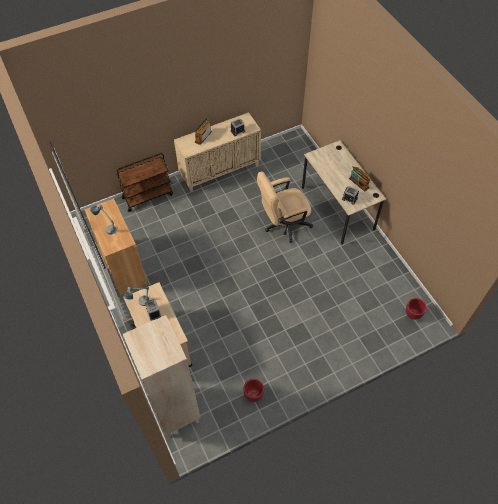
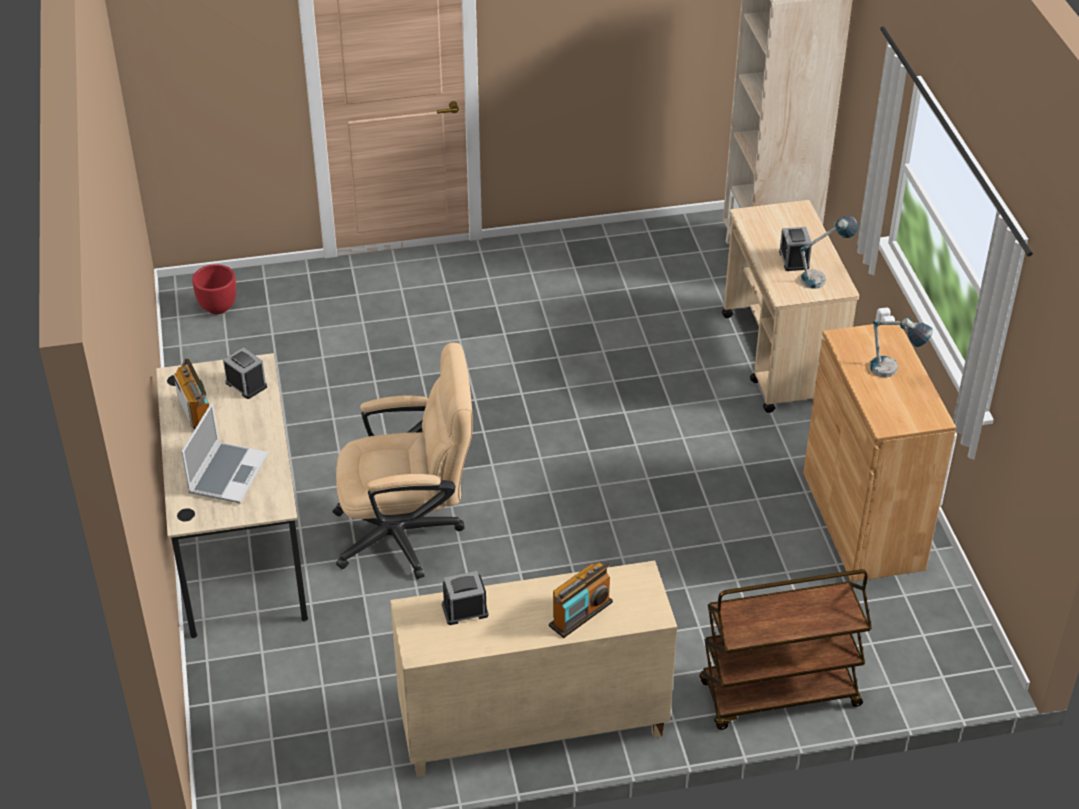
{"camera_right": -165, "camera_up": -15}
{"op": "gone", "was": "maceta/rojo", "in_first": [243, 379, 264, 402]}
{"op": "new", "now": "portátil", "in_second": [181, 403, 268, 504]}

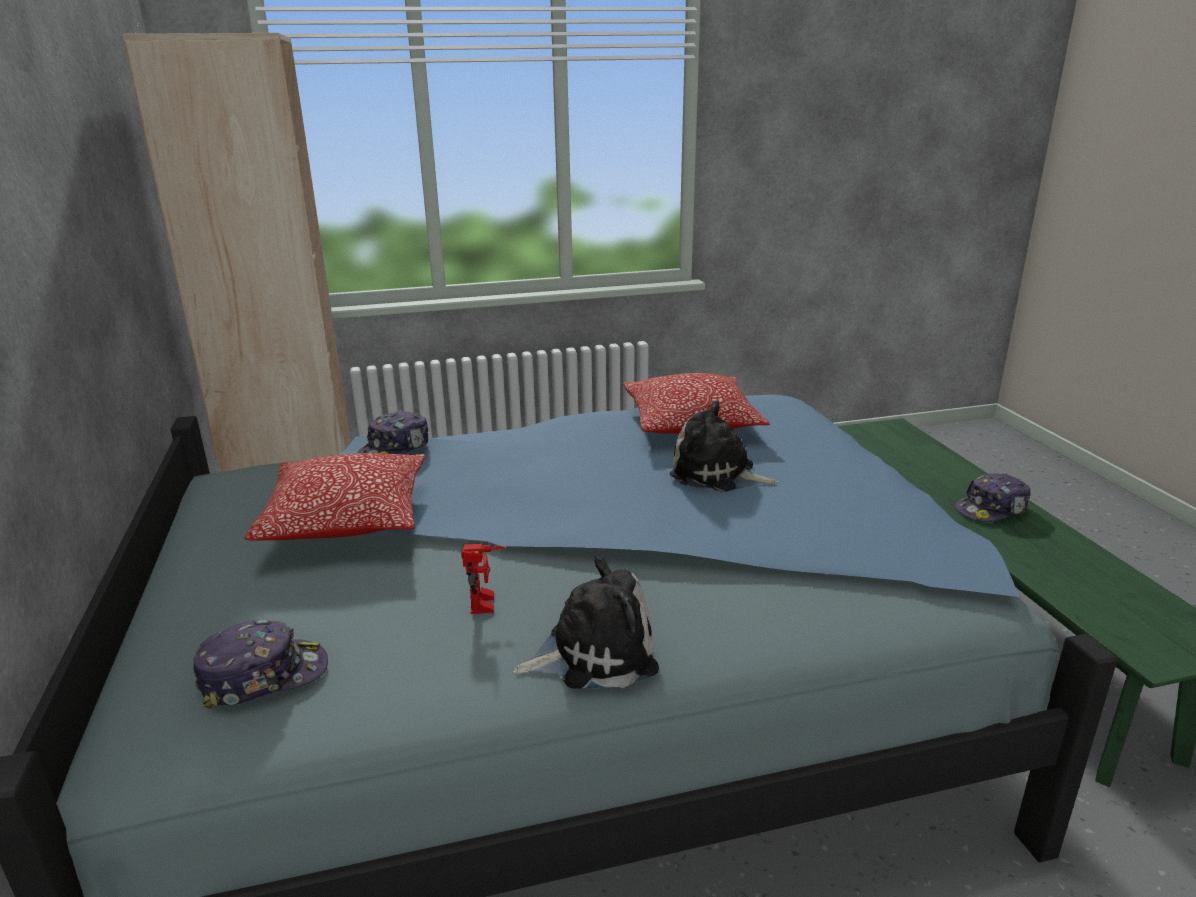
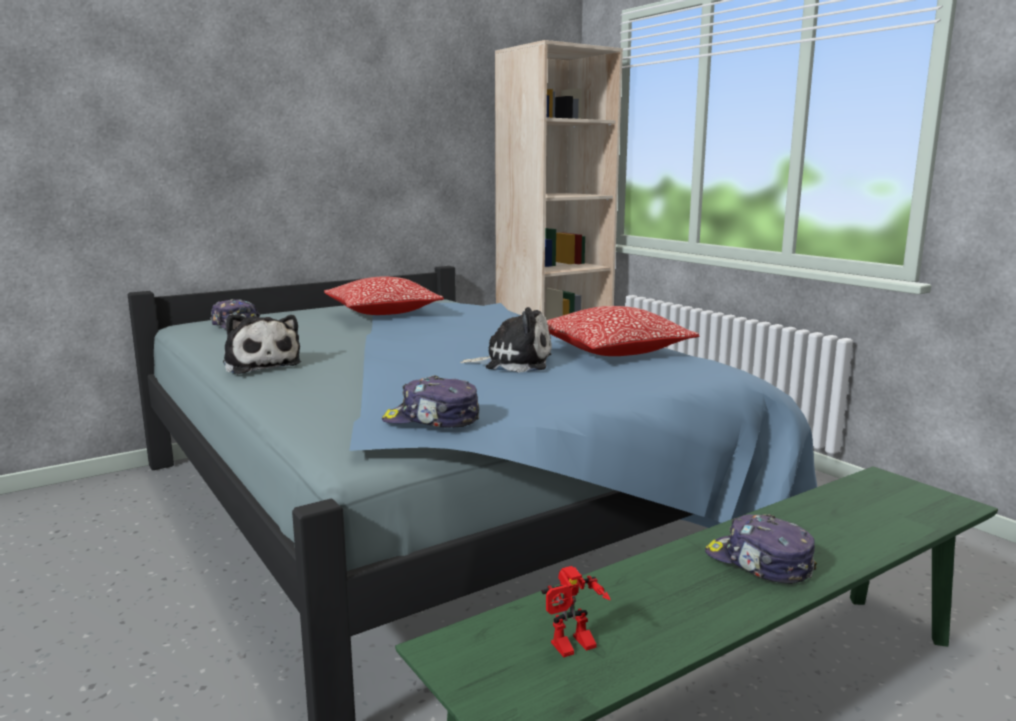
{"camera_right": 70, "camera_up": -10}
{"op": "rotated", "was": "peluche", "in_first": [670, 400, 779, 492], "in_second": [460, 307, 552, 373], "clockwise": 90}
{"op": "shifted", "was": "gorra", "in_first": [358, 410, 428, 455], "in_second": [382, 375, 479, 428]}
{"op": "shifted", "was": "robot de juguete", "in_first": [461, 544, 505, 614], "in_second": [542, 566, 611, 657]}

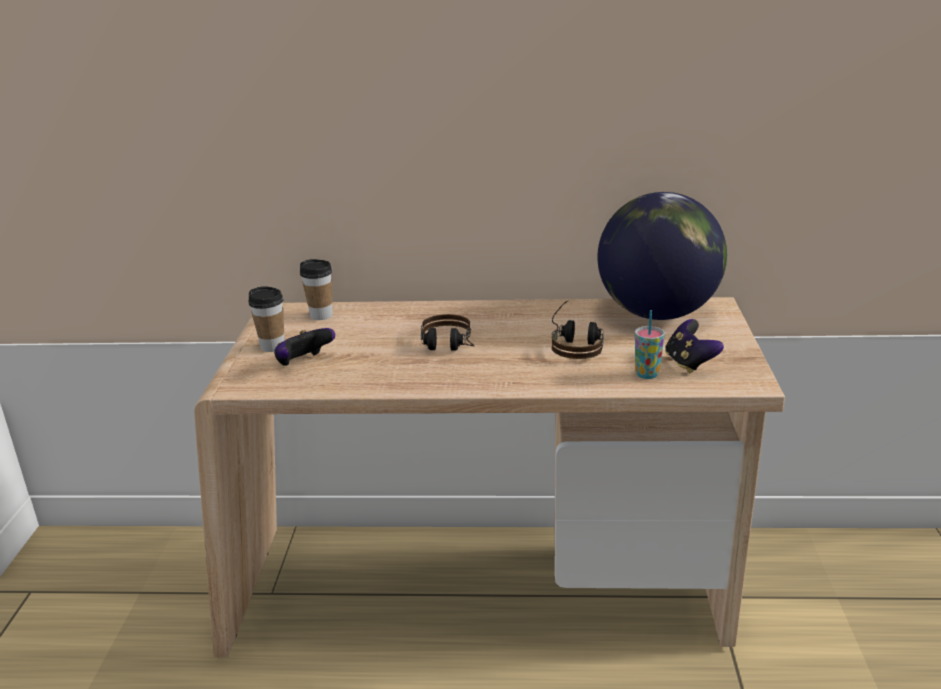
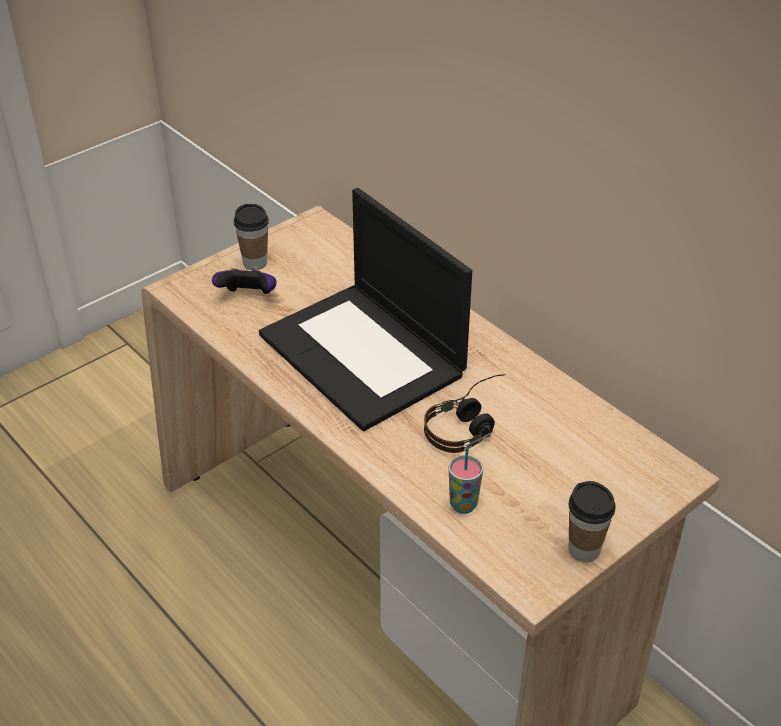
{"camera_right": 45, "camera_up": 15}
{"op": "gone", "was": "globo terráqueo", "in_first": [598, 192, 727, 320]}
{"op": "shifted", "was": "taza", "in_first": [300, 259, 332, 320], "in_second": [568, 481, 616, 562]}
{"op": "swapped", "was": "auriculares", "now": "portátil", "in_first": [421, 314, 474, 351], "in_second": [259, 188, 472, 431]}
{"op": "gone", "was": "mando de consola", "in_first": [665, 319, 724, 373]}

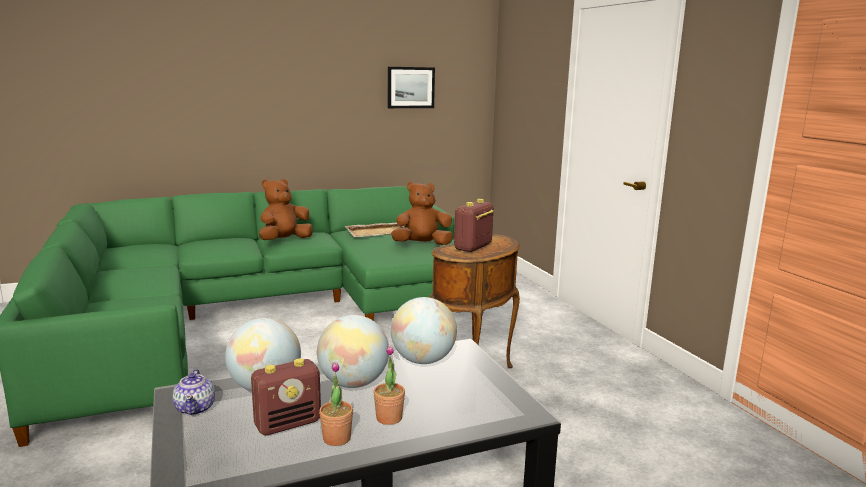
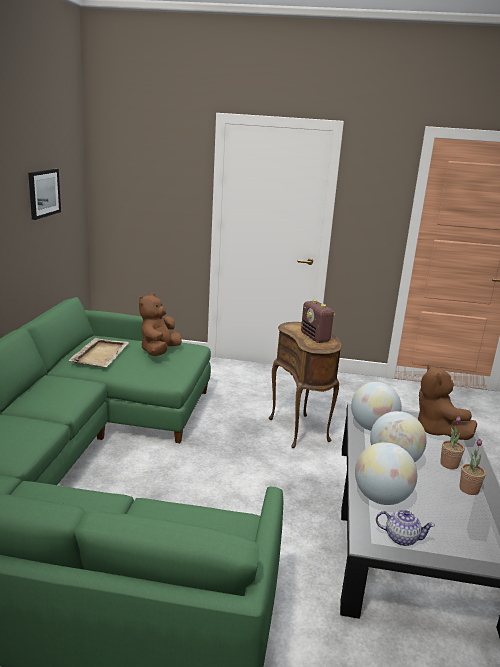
{"camera_right": -60, "camera_up": 5}
{"op": "shifted", "was": "peluche/marrón", "in_first": [259, 179, 313, 240], "in_second": [418, 364, 477, 440]}
{"op": "gone", "was": "radio", "in_first": [251, 358, 321, 435]}

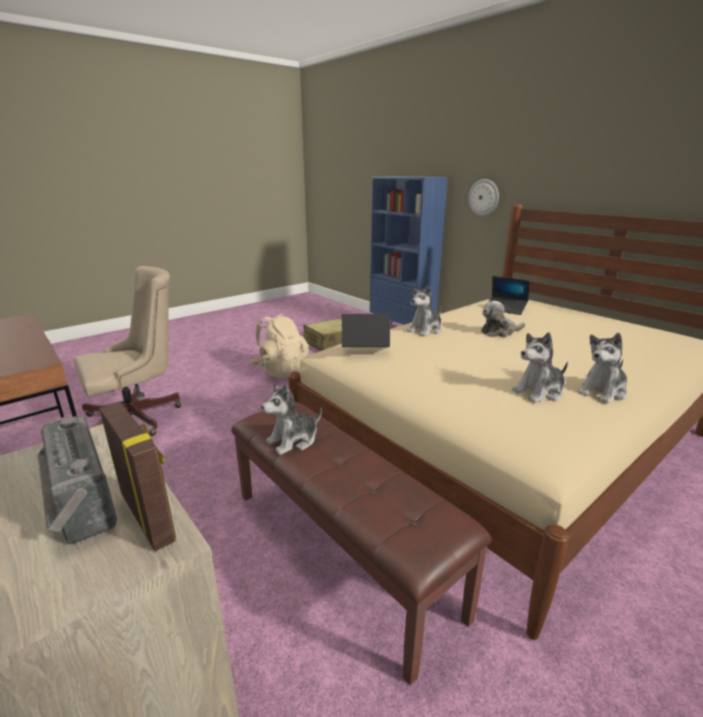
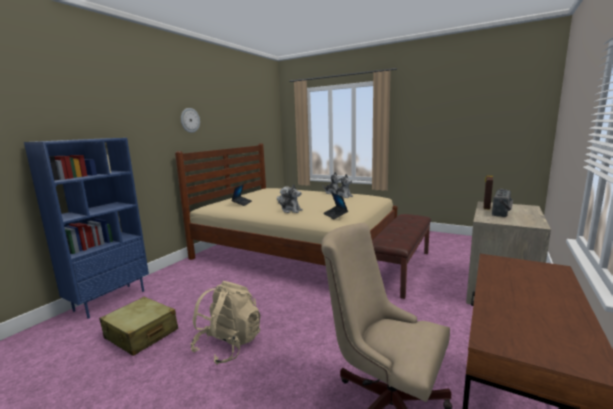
{"camera_right": -110, "camera_up": -10}
{"op": "shifted", "was": "reloj de pared", "in_first": [469, 179, 499, 216], "in_second": [181, 108, 200, 133]}
{"op": "gone", "was": "peluche", "in_first": [261, 384, 322, 455]}

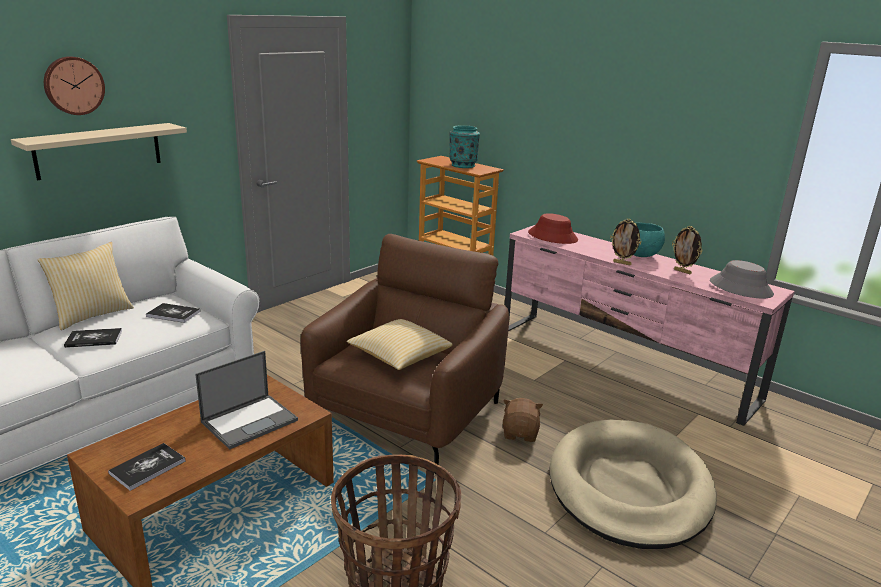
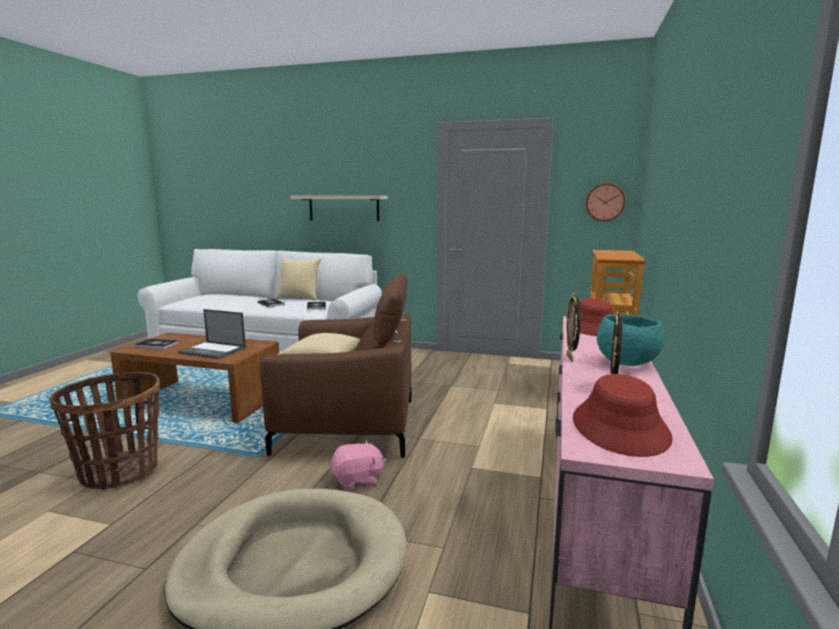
{"camera_right": 65, "camera_up": -10}
{"op": "shifted", "was": "reloj de pared", "in_first": [44, 56, 105, 115], "in_second": [586, 183, 625, 221]}
{"op": "gone", "was": "florero/turquesa", "in_first": [449, 126, 480, 168]}
{"op": "repainted", "was": "sombrero/gris", "now": "sombrero/rojo", "in_first": [710, 260, 774, 299], "in_second": [573, 374, 673, 457]}
{"op": "repainted", "was": "peluche/marrón", "now": "peluche/rosa", "in_first": [503, 398, 543, 442], "in_second": [331, 440, 386, 490]}

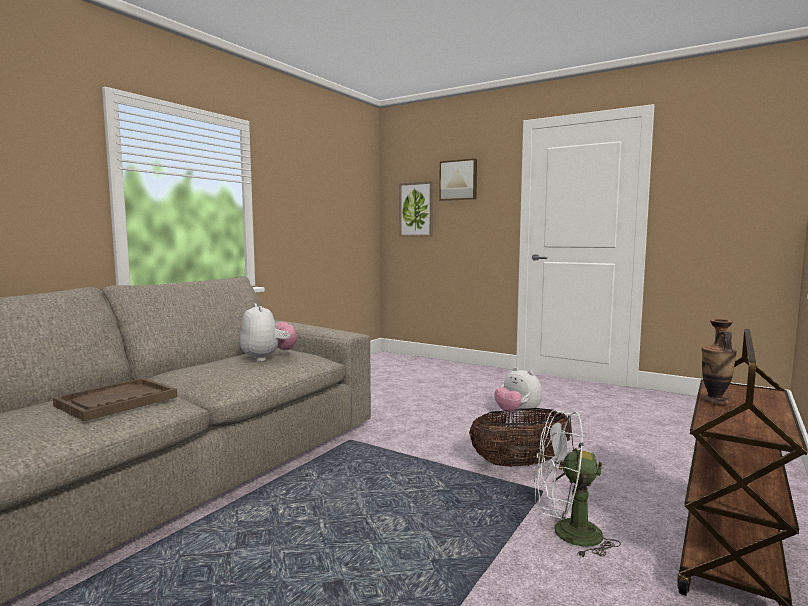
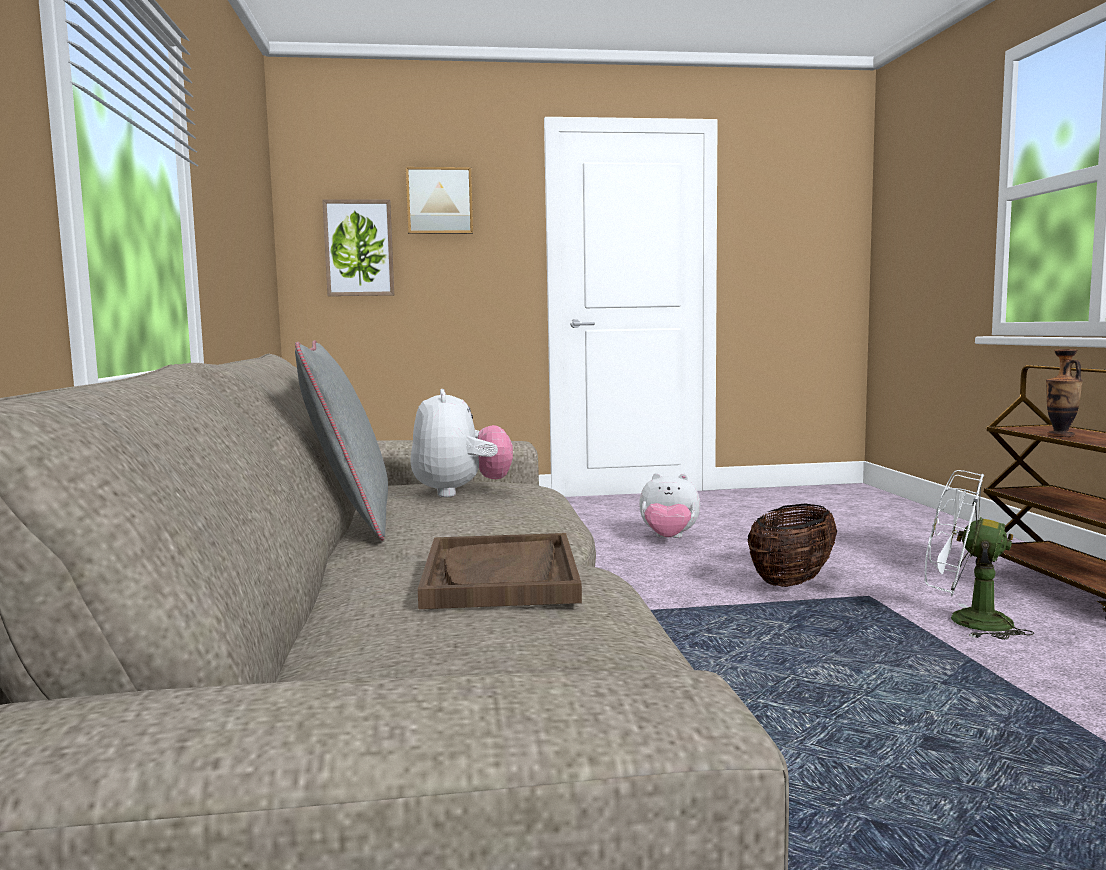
{"camera_right": -40, "camera_up": 0}
{"op": "rotated", "was": "peluche", "in_first": [240, 303, 297, 362], "in_second": [410, 389, 513, 497], "clockwise": 60}
{"op": "rotated", "was": "ventilador/blanco", "in_first": [534, 410, 621, 558], "in_second": [925, 470, 1034, 640], "clockwise": 60}
{"op": "new", "now": "cojín/gris", "in_second": [295, 340, 388, 541]}

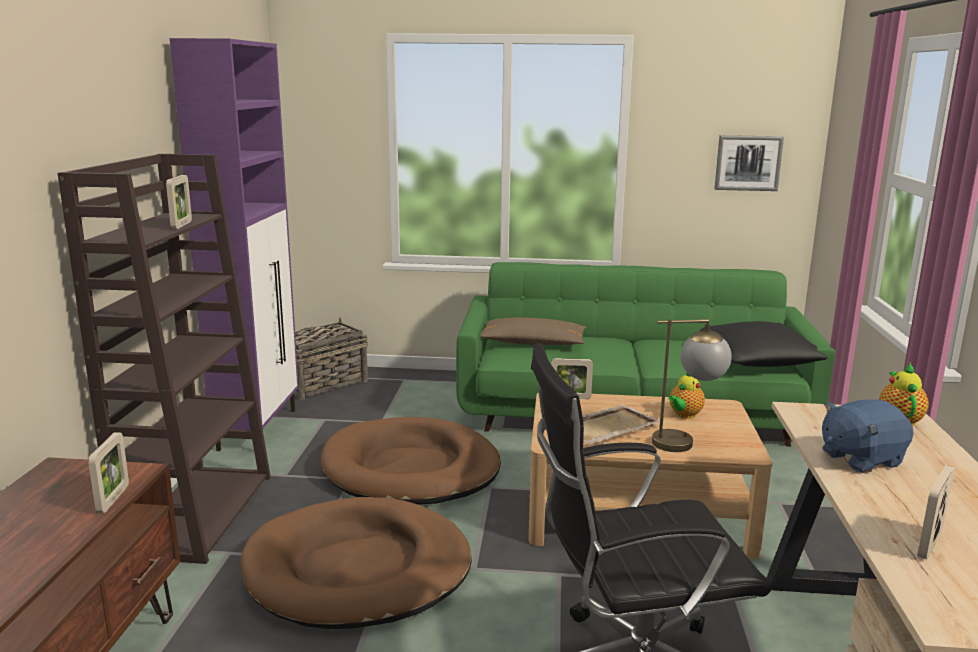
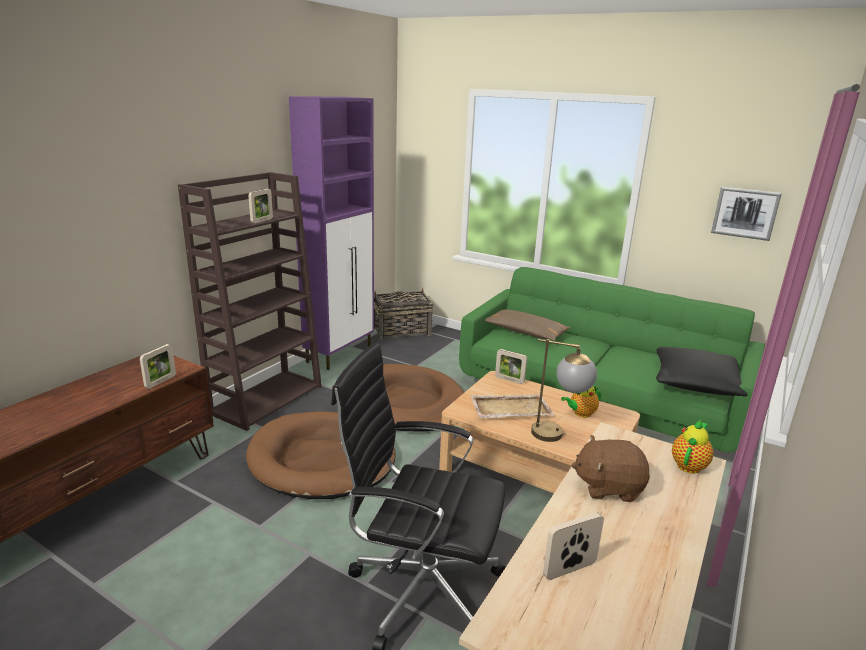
{"camera_right": 25, "camera_up": 5}
{"op": "repainted", "was": "peluche/azul", "now": "peluche/marrón", "in_first": [822, 400, 914, 473], "in_second": [571, 435, 650, 502]}

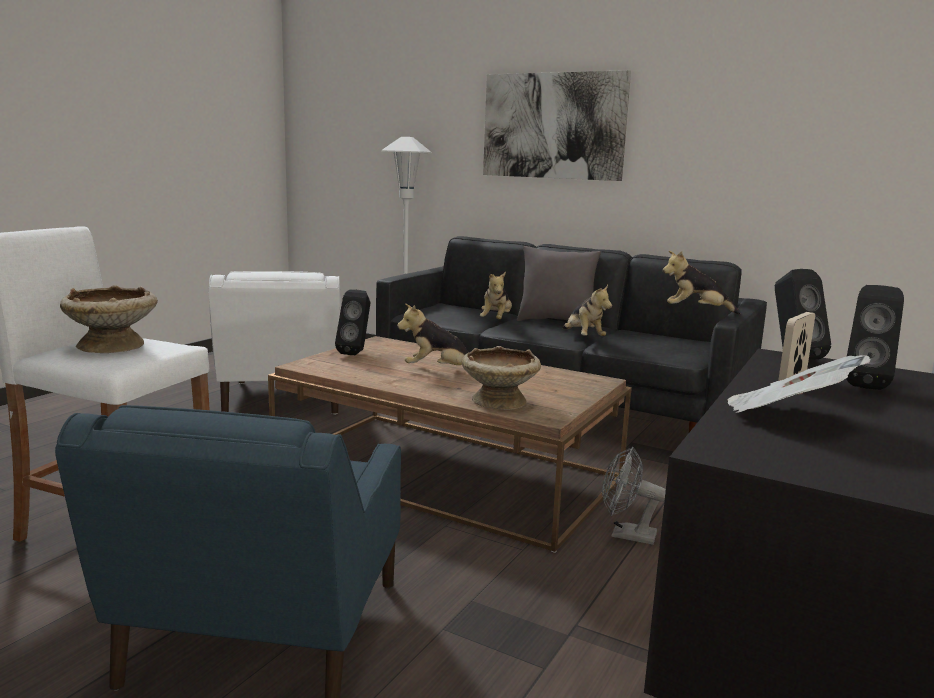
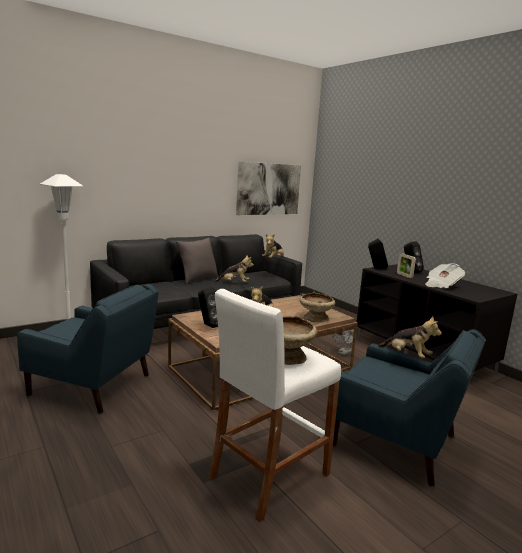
{"camera_right": -65, "camera_up": 0}
{"op": "shifted", "was": "cuadro", "in_first": [483, 70, 631, 181], "in_second": [236, 162, 301, 215]}
{"op": "repainted", "was": "sillón/blanco", "now": "sillón/azul", "in_first": [209, 271, 342, 415], "in_second": [17, 284, 158, 414]}
{"op": "shifted", "was": "peluche", "in_first": [480, 272, 512, 319], "in_second": [378, 316, 442, 358]}

